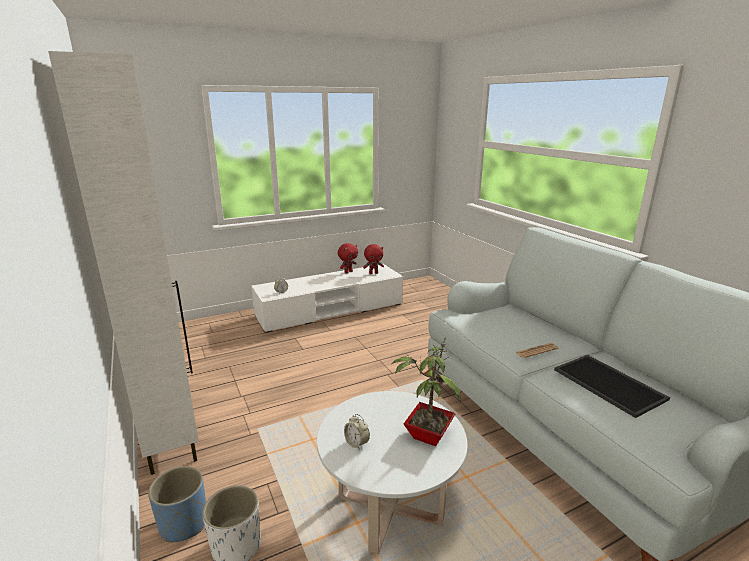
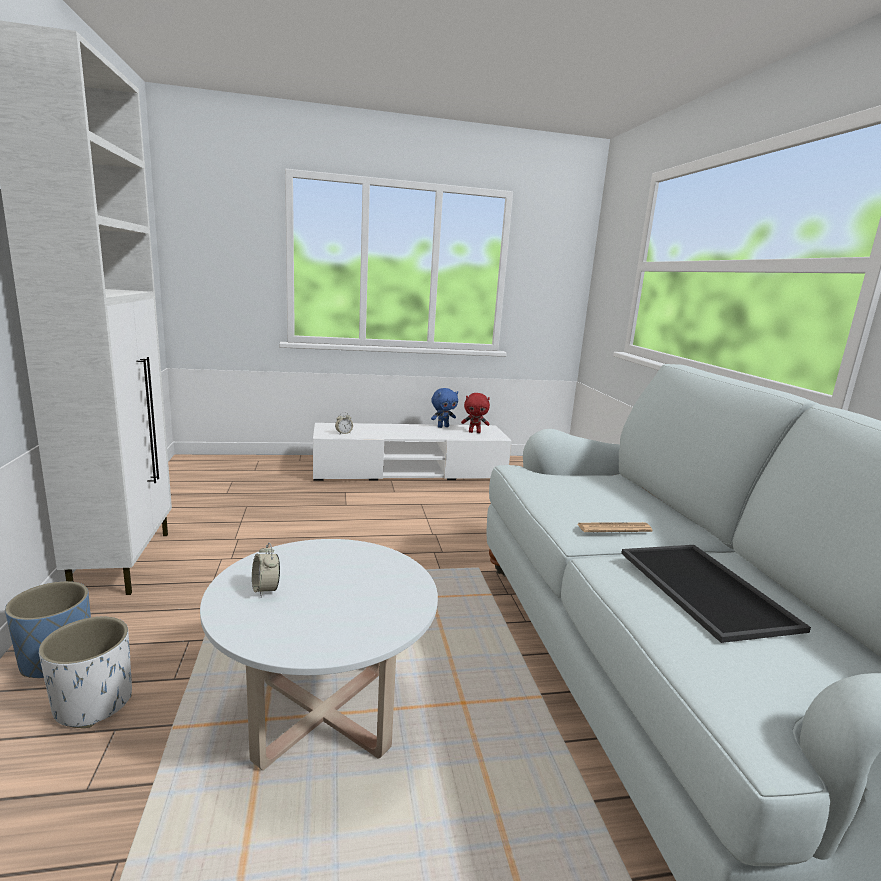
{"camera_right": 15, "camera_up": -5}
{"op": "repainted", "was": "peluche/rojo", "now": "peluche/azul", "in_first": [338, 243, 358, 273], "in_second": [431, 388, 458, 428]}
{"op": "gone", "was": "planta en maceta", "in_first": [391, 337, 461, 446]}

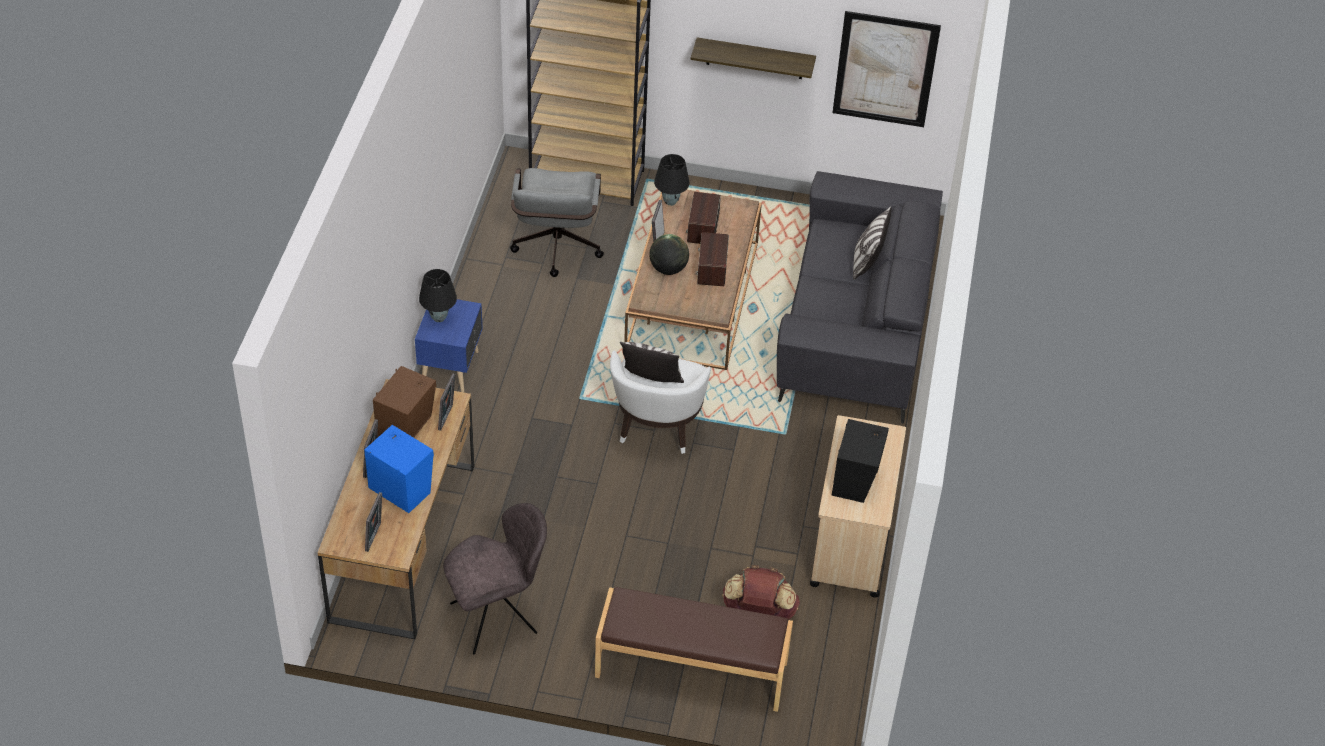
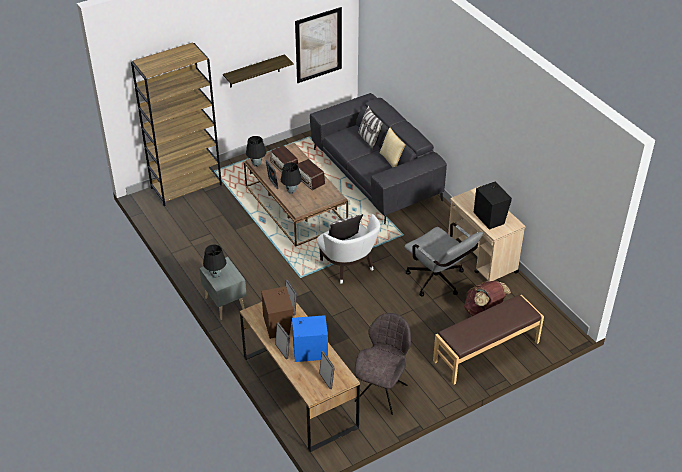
{"camera_right": -40, "camera_up": -5}
{"op": "shifted", "was": "silla de oficina/gris", "in_first": [510, 168, 604, 277], "in_second": [404, 223, 483, 297]}
{"op": "swapped", "was": "globo terráqueo", "now": "lámpara de mesa/negro", "in_first": [649, 234, 689, 275], "in_second": [281, 162, 302, 194]}
{"op": "repainted", "was": "mesita de noche/azul", "now": "mesita de noche/gris", "in_first": [415, 299, 483, 392], "in_second": [199, 257, 247, 320]}
{"op": "new", "now": "cojín", "in_second": [379, 128, 406, 168]}

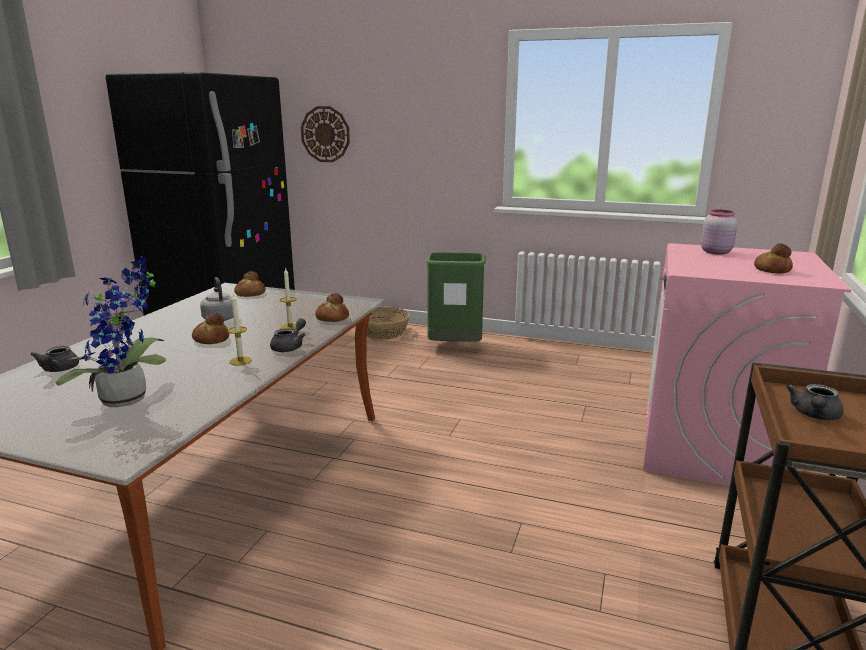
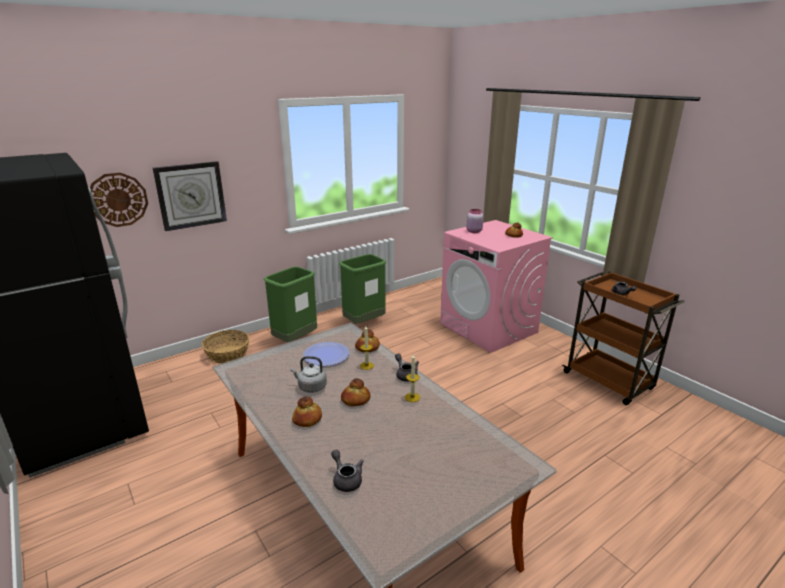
{"camera_right": -55, "camera_up": 5}
{"op": "gone", "was": "planta en maceta", "in_first": [56, 256, 166, 407]}
{"op": "shifted", "was": "pan", "in_first": [234, 271, 266, 297], "in_second": [292, 396, 322, 427]}
{"op": "rotated", "was": "tetera/gris", "in_first": [30, 346, 79, 372], "in_second": [331, 450, 364, 492], "clockwise": -150}
{"op": "new", "now": "reloj de pared", "in_second": [153, 161, 227, 231]}
{"op": "new", "now": "papelera/verde", "in_second": [339, 254, 386, 324]}
{"op": "new", "now": "plato", "in_second": [303, 342, 350, 366]}

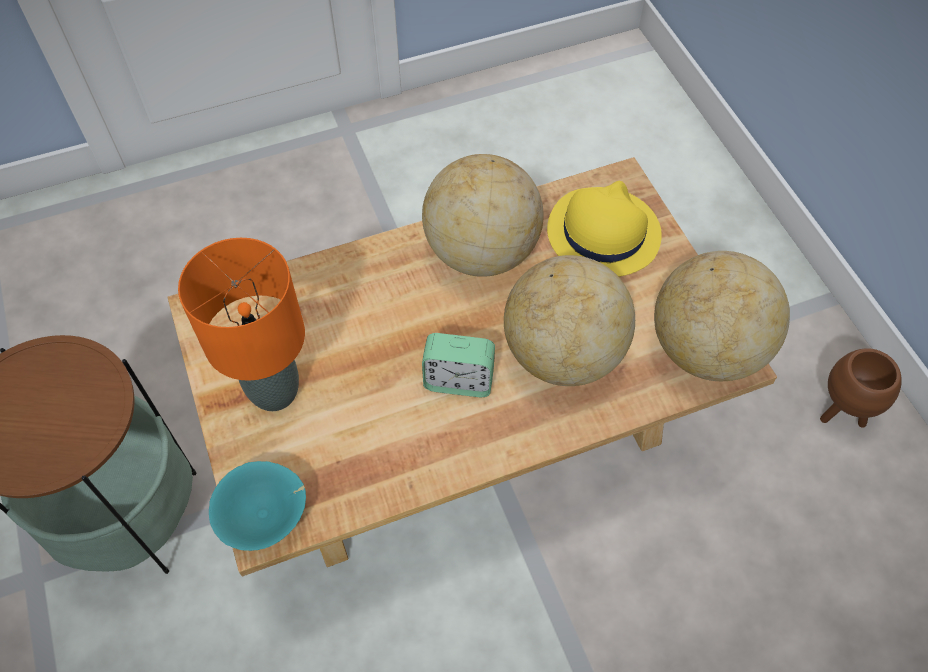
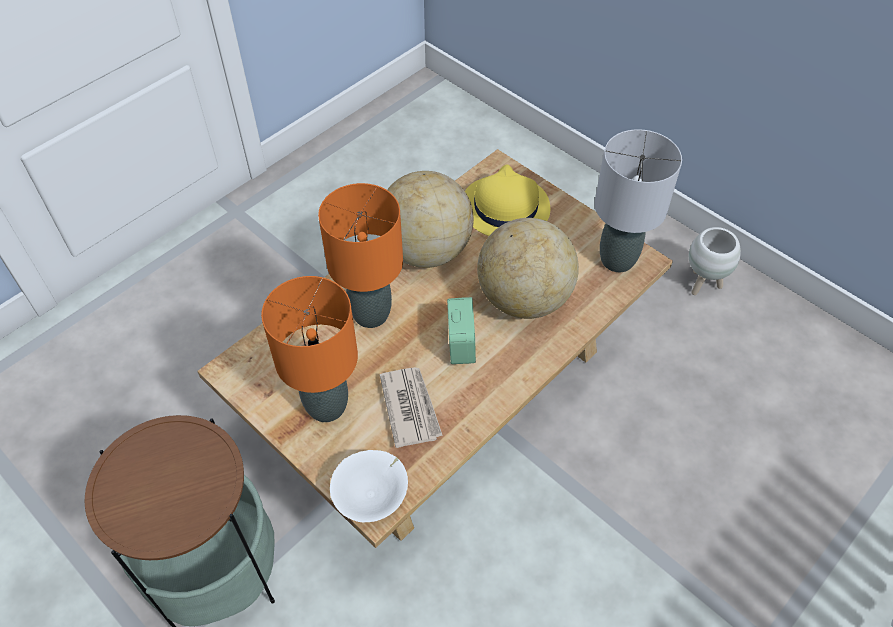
{"camera_right": -25, "camera_up": -5}
{"op": "swapped", "was": "globo terráqueo", "now": "lámpara de mesa/gris", "in_first": [654, 251, 790, 381], "in_second": [594, 129, 682, 272]}
{"op": "rotated", "was": "despertador", "in_first": [422, 333, 495, 397], "in_second": [447, 297, 476, 364], "clockwise": -75}
{"op": "repainted", "was": "maceta/marrón", "now": "maceta/blanco", "in_first": [820, 348, 902, 428], "in_second": [689, 227, 741, 295]}
{"op": "repainted", "was": "cuenco/turquesa", "now": "cuenco/blanco", "in_first": [209, 461, 306, 551], "in_second": [330, 450, 408, 523]}
{"op": "new", "now": "lámpara de mesa/naranja", "in_second": [318, 183, 403, 328]}
{"op": "new", "now": "periódico", "in_second": [380, 367, 443, 448]}

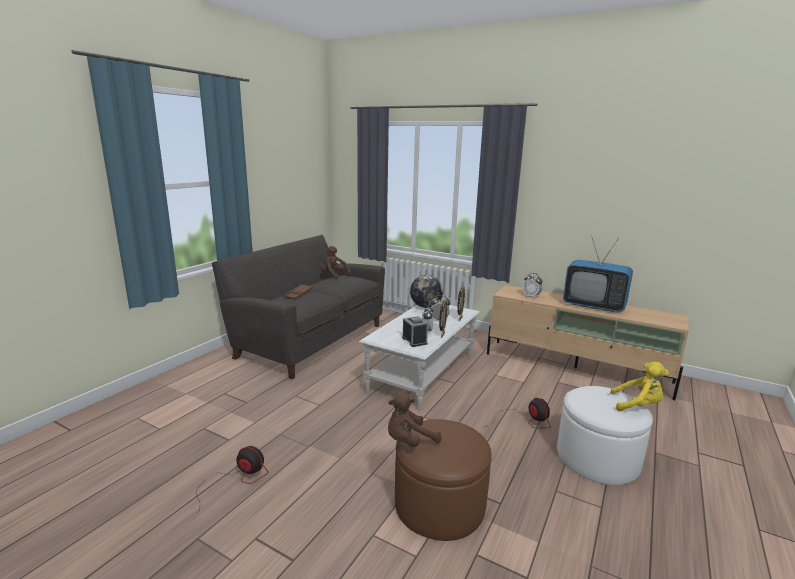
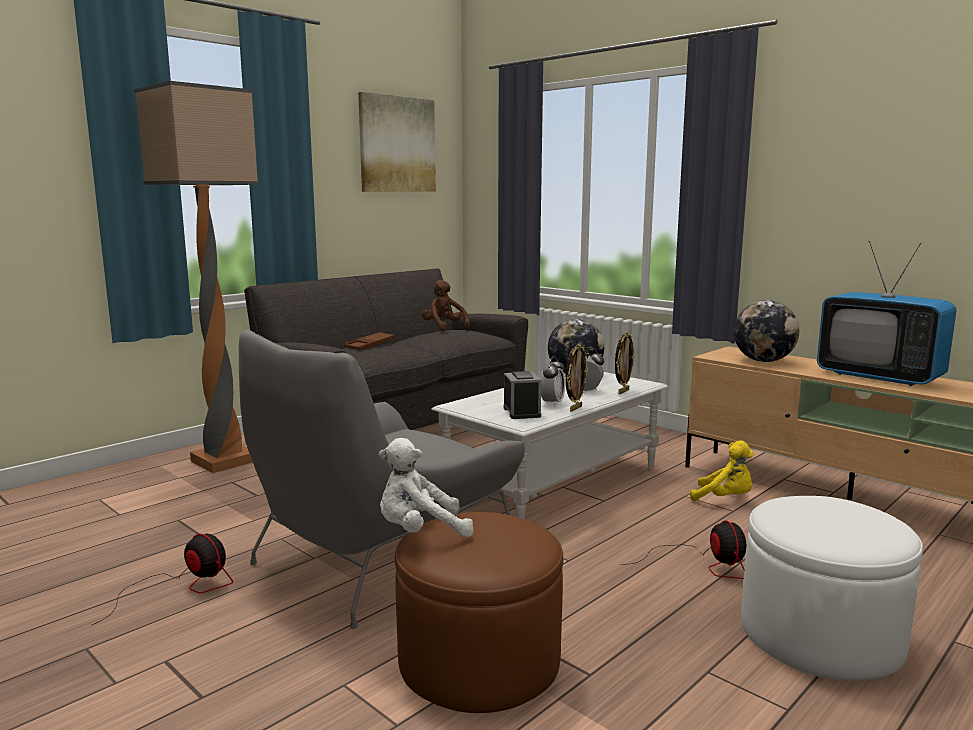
{"camera_right": 15, "camera_up": -5}
{"op": "swapped", "was": "despertador", "now": "globo terráqueo", "in_first": [523, 273, 542, 298], "in_second": [734, 300, 799, 362]}
{"op": "shifted", "was": "peluche/amarillo", "in_first": [610, 362, 669, 411], "in_second": [690, 440, 754, 501]}
{"op": "repainted", "was": "peluche/marrón", "now": "peluche/blanco", "in_first": [388, 391, 441, 447], "in_second": [379, 438, 474, 538]}
{"op": "new", "now": "lámpara de pie", "in_second": [134, 81, 259, 473]}
{"op": "new", "now": "cuadro", "in_second": [358, 92, 436, 192]}
{"op": "new", "now": "sillón/gris", "in_second": [239, 330, 525, 629]}

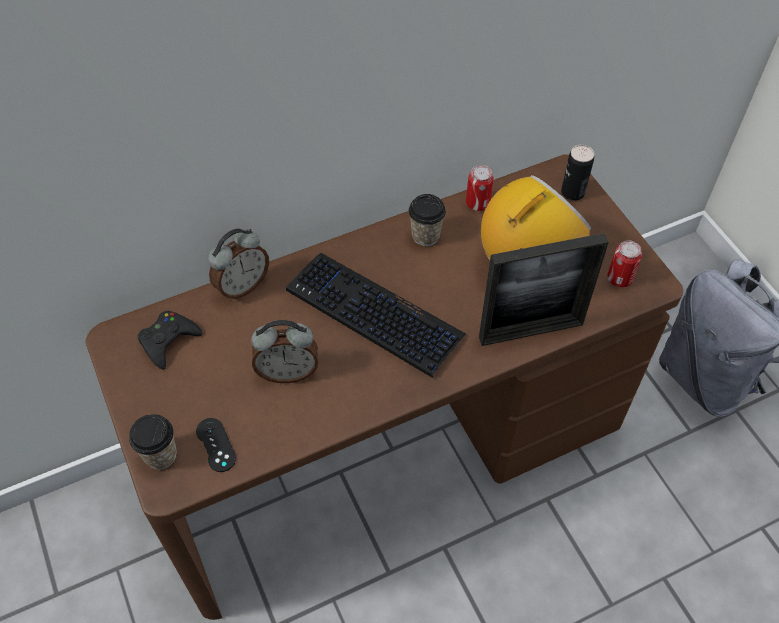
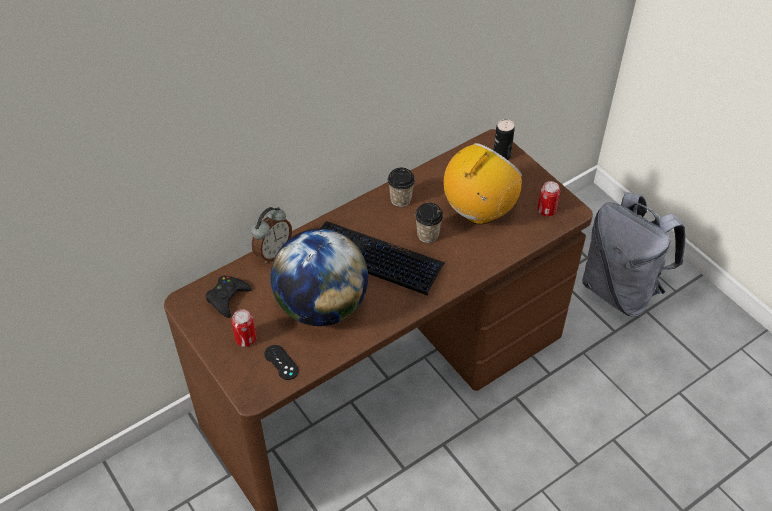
{"camera_right": -10, "camera_up": -5}
{"op": "shifted", "was": "lata", "in_first": [466, 165, 494, 211], "in_second": [231, 309, 256, 347]}
{"op": "gone", "was": "portarretratos", "in_first": [479, 233, 609, 346]}
{"op": "swapped", "was": "despertador", "now": "globo terráqueo", "in_first": [251, 320, 318, 383], "in_second": [271, 229, 368, 326]}
{"op": "shifted", "was": "taza", "in_first": [129, 414, 177, 470], "in_second": [415, 203, 443, 243]}

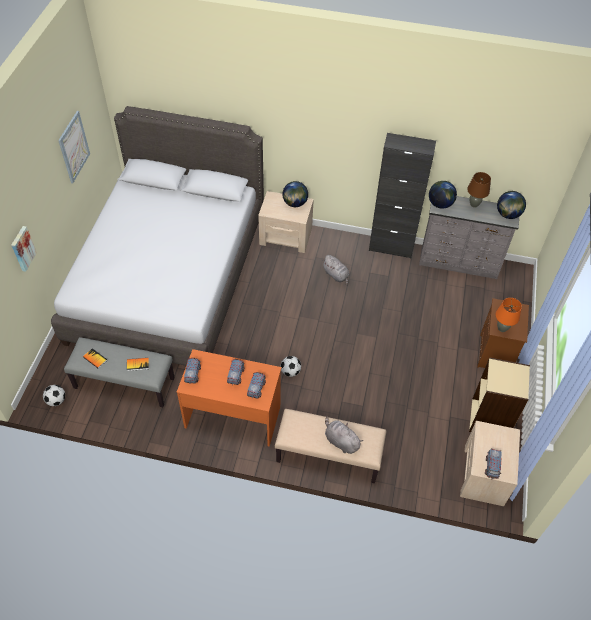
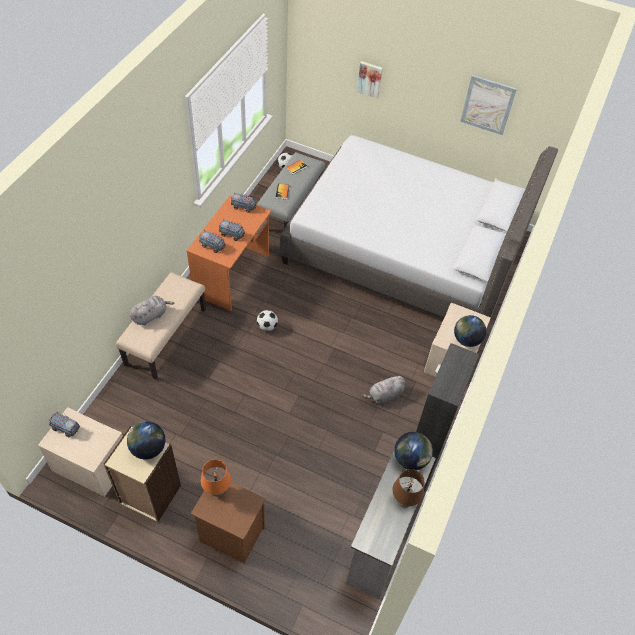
{"camera_right": 100, "camera_up": 0}
{"op": "shifted", "was": "globo terráqueo", "in_first": [497, 191, 526, 219], "in_second": [127, 421, 165, 459]}

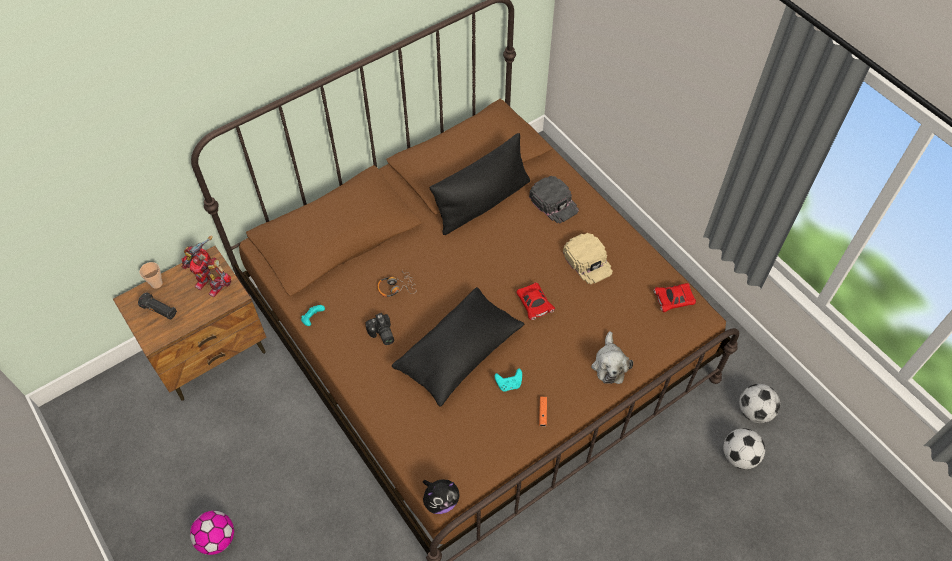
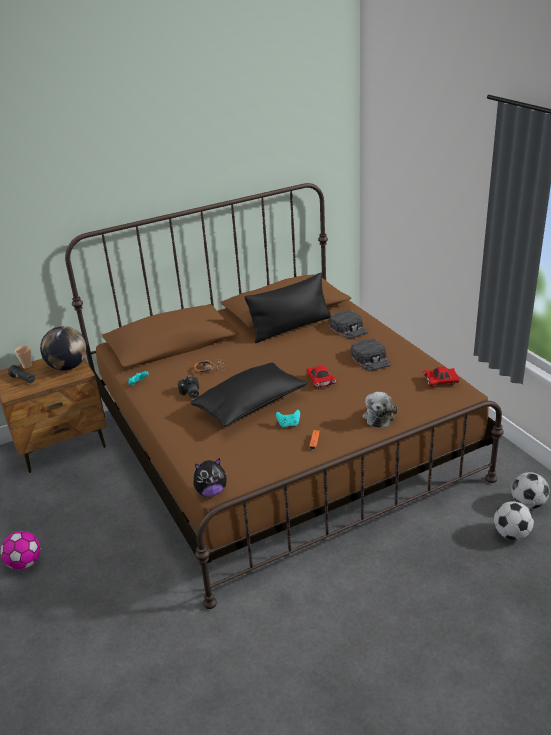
{"camera_right": 10, "camera_up": -25}
{"op": "repainted", "was": "gorra/beis", "now": "gorra/negro", "in_first": [563, 233, 613, 285], "in_second": [351, 339, 391, 372]}
{"op": "swapped", "was": "robot de juguete", "now": "globo terráqueo", "in_first": [182, 236, 231, 297], "in_second": [40, 326, 87, 371]}

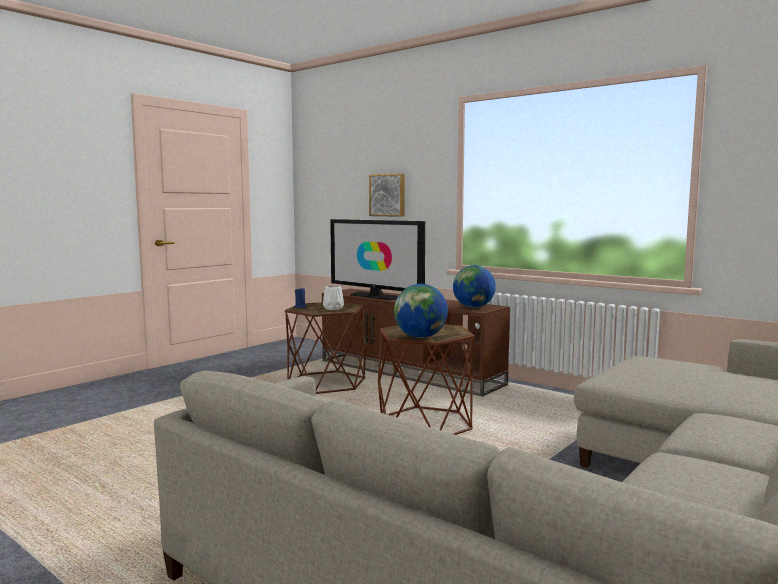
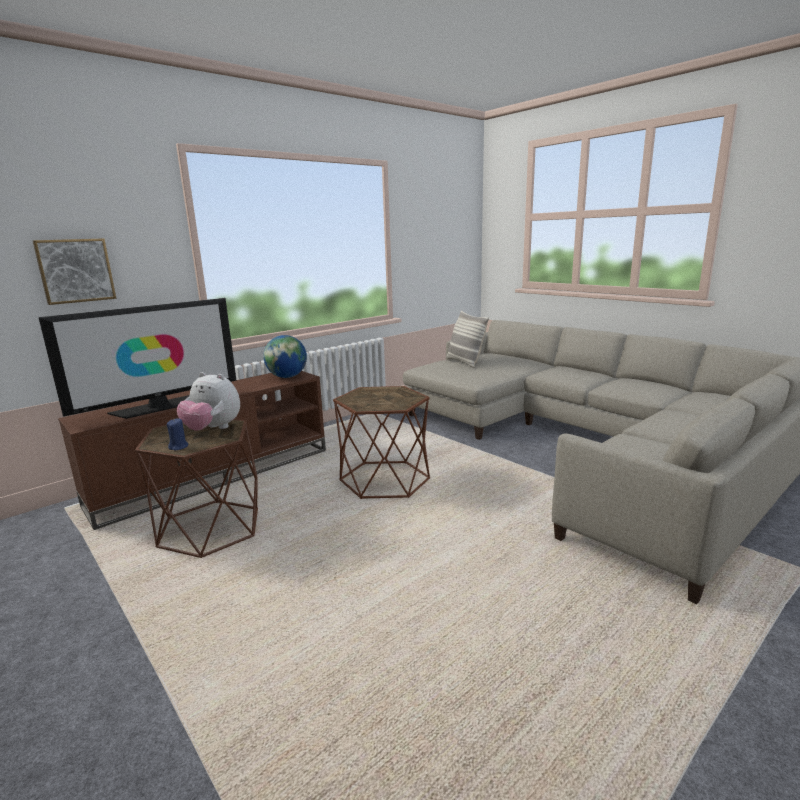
{"camera_right": -80, "camera_up": 10}
{"op": "gone", "was": "globo terráqueo", "in_first": [394, 284, 448, 338]}
{"op": "swapped", "was": "florero/blanco", "now": "peluche", "in_first": [323, 286, 344, 310], "in_second": [177, 372, 240, 431]}
{"op": "new", "now": "cojín", "in_second": [447, 311, 489, 368]}

